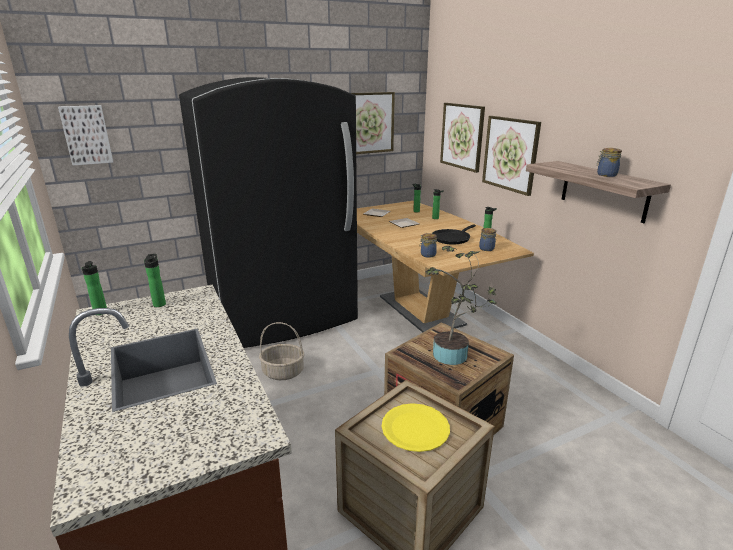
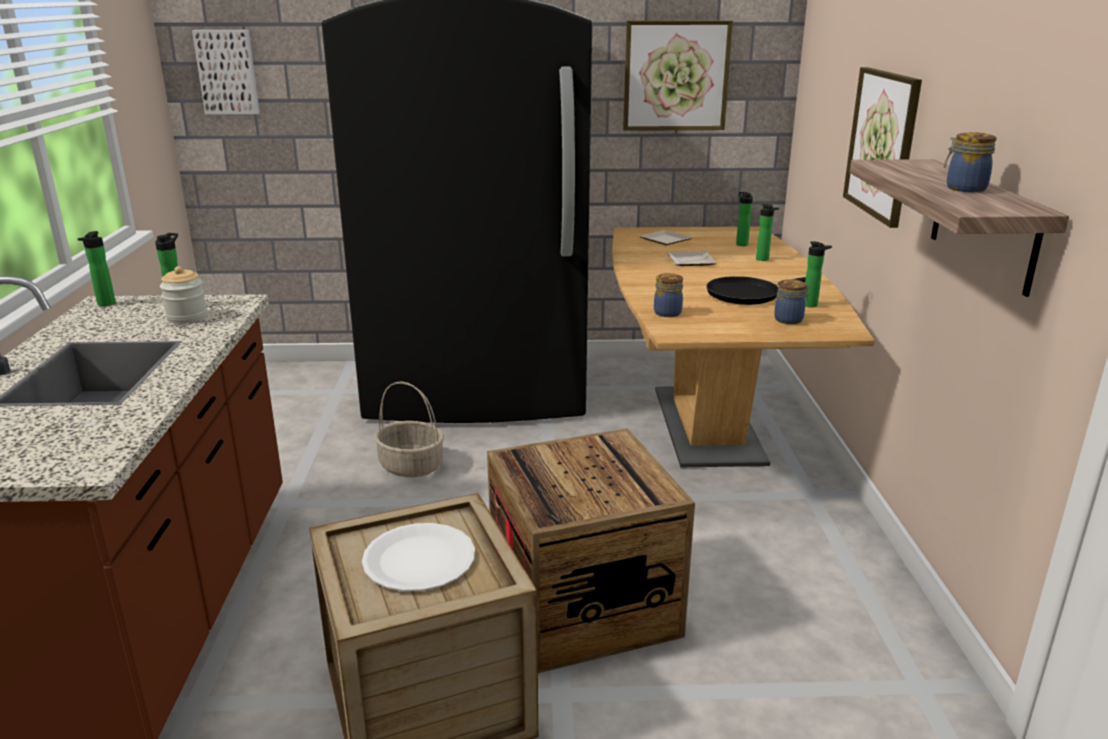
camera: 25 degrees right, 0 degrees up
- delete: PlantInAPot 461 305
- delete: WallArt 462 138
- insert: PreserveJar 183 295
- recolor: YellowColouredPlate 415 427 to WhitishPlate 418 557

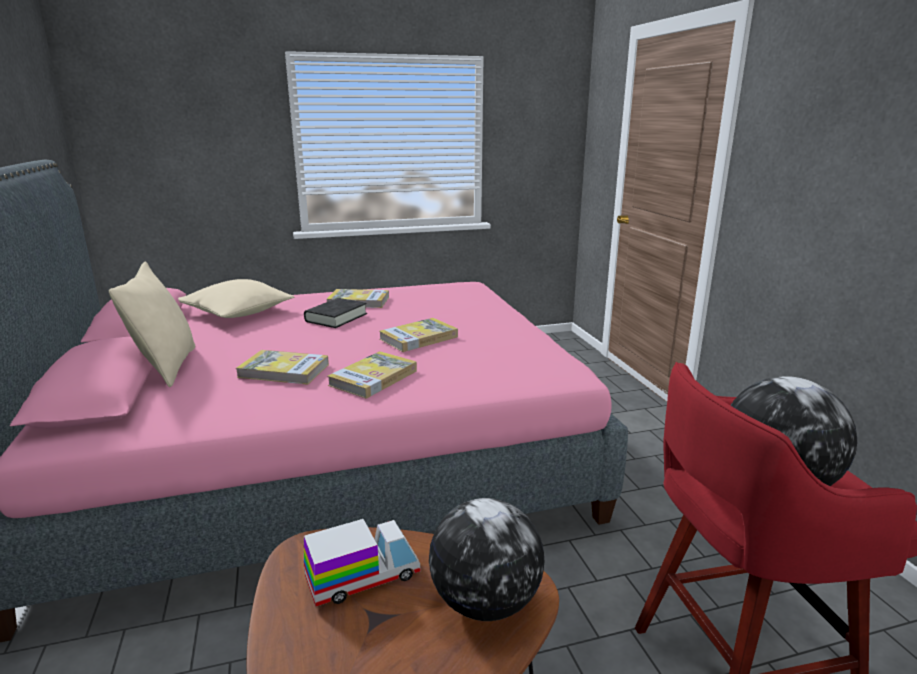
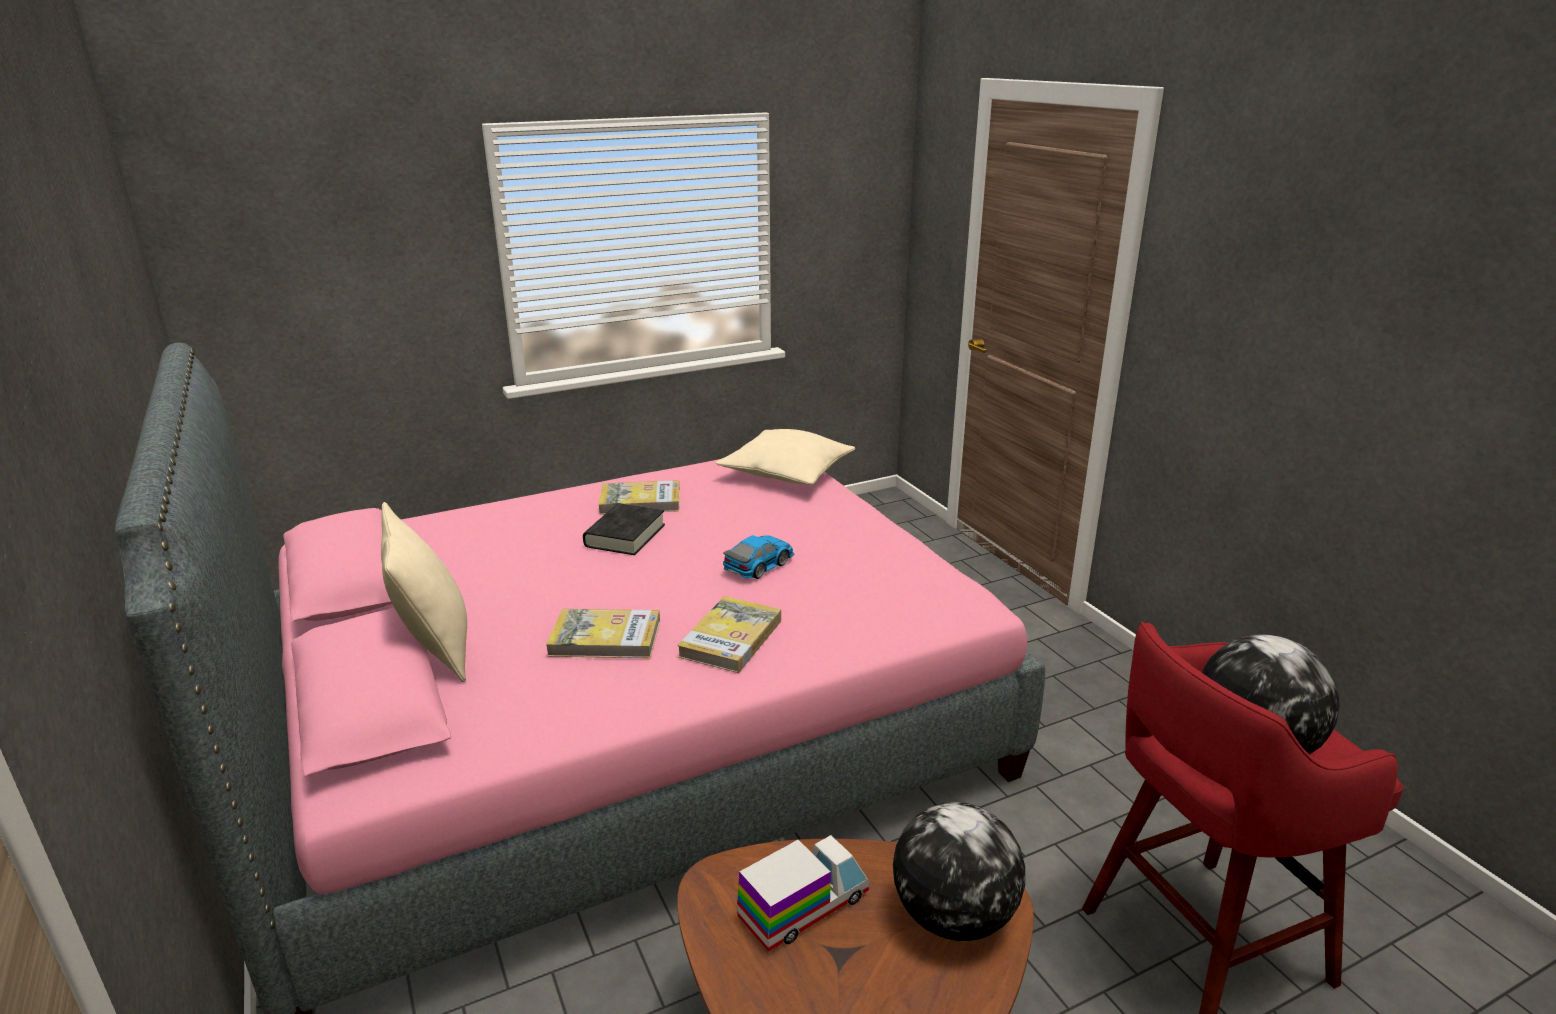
camera: 10 degrees left, 5 degrees up
- move: BeigeThrowPillow 236 298 to 785 457
- replace: Volume 418 335 to ModelCar 758 557

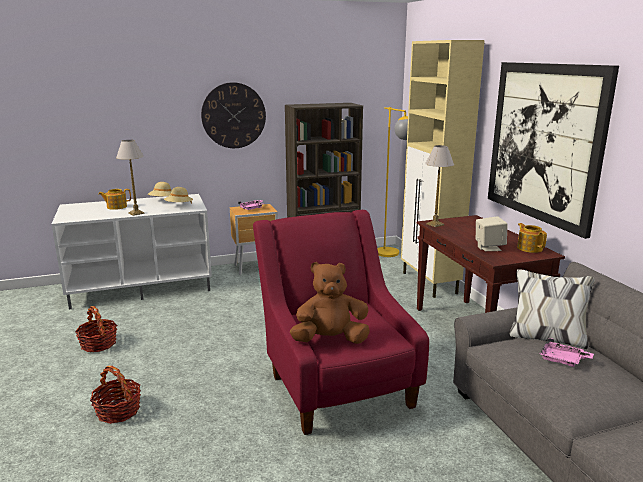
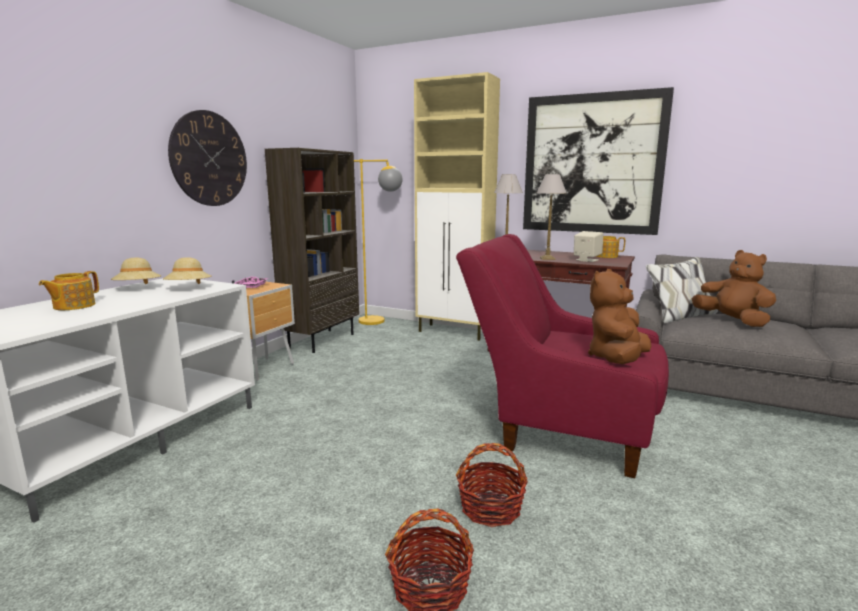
camera: 45 degrees left, 5 degrees down
- move: Basket 96 329 to 492 485
- move: TabletopLamp 130 178 to 551 217
- replace: PinkColouredCarryingTray 567 352 to BrownColouredCuddlyToy 734 288

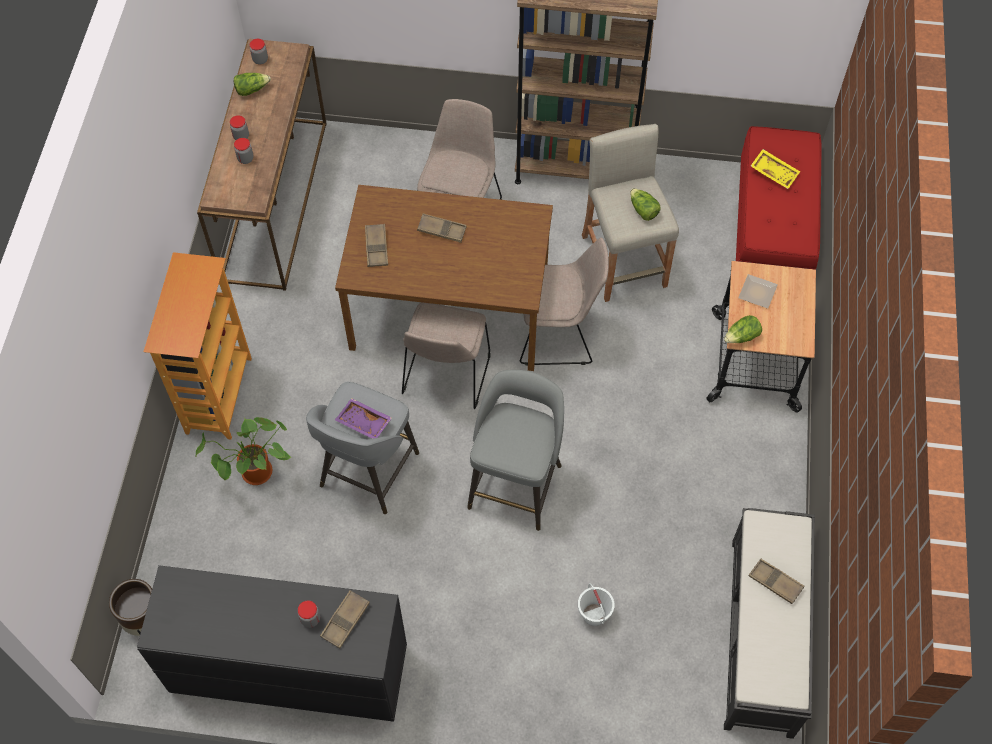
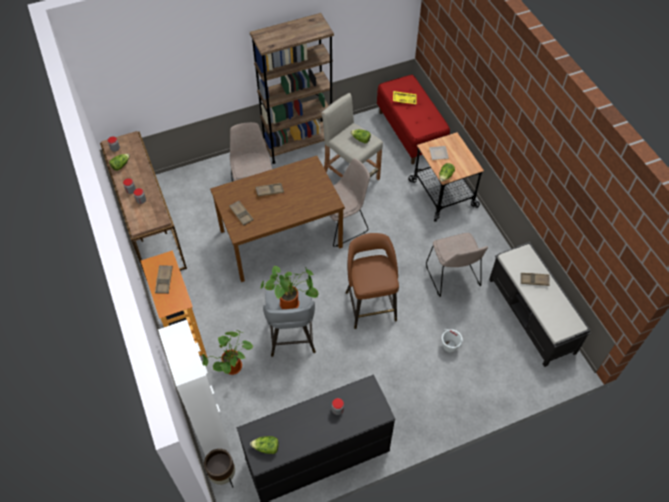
camera: 30 degrees left, 5 degrees down
- insert: WhitishCabinet 194 388
- insert: HeadOfLettuce 264 445
- move: BrownColouredCarryingTray 345 619 to 164 279
- move: BeigeChair 446 355 to 457 265
- replace: PurplishCarryingTray 363 418 to PlantInAPot 289 287
- recolor: GreyStoolSeat 515 450 to BrownColouredStoolSeat 372 281

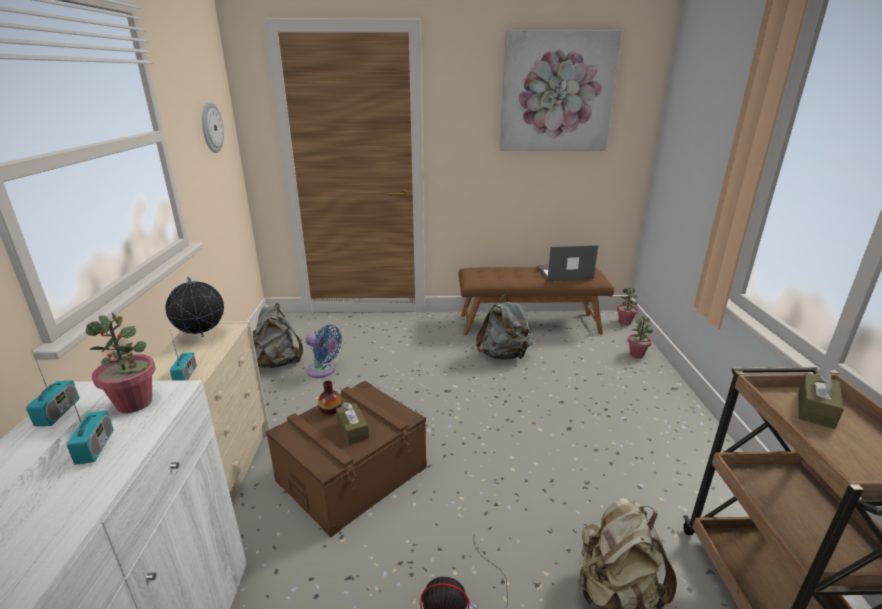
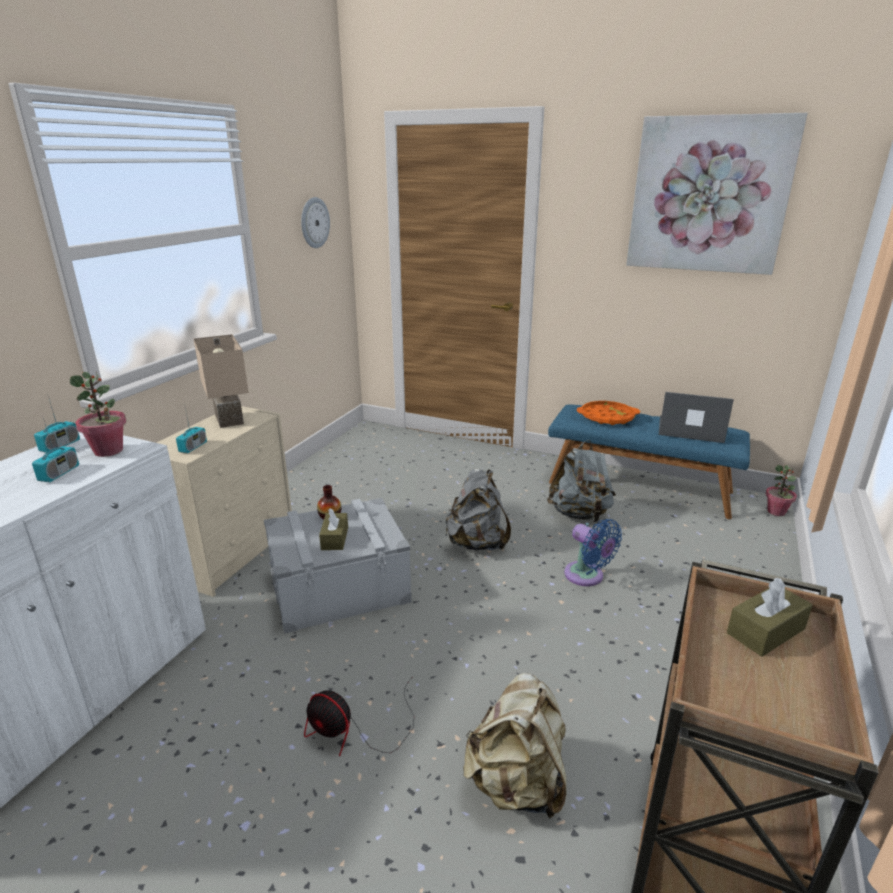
camera: 25 degrees right, 0 degrees up
- delete: PlantInAPot 640 337
- insert: OrangeCarryingTray 608 413
- move: GreyKnapsack 278 335 to 478 509
- move: BluishElectricFan 323 351 to 593 552
- replace: WorldGlobe 194 307 to BeigeTabletopLamp 221 381
- recolor: BrownColouredStorageContainer 346 459 to GreyStorageContainer 338 566
- recolor: BrownColouredIndoorBench 536 301 to BluishIndoorBench 649 461

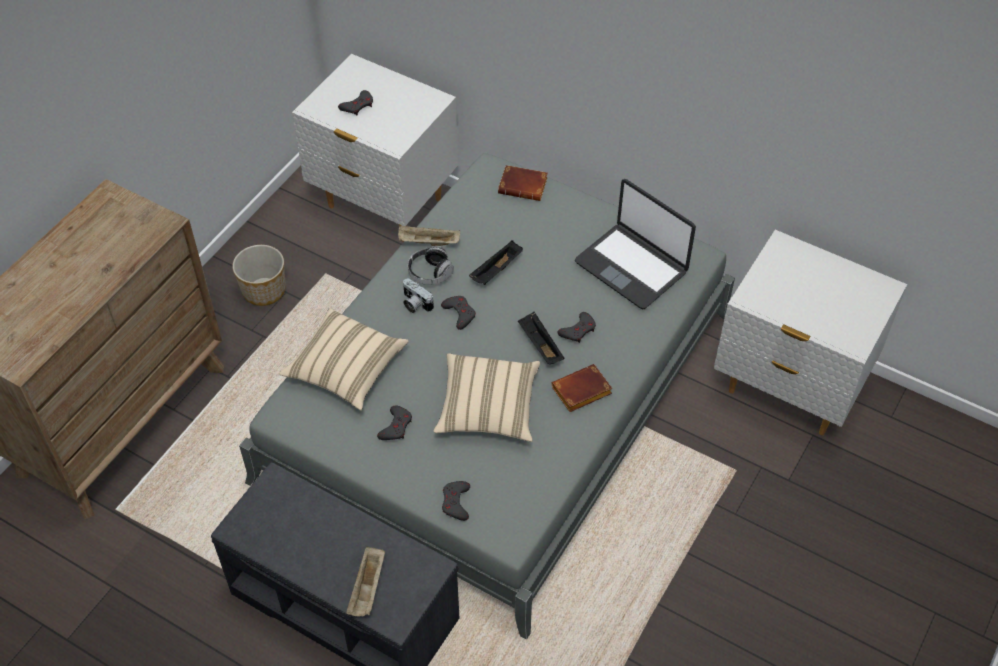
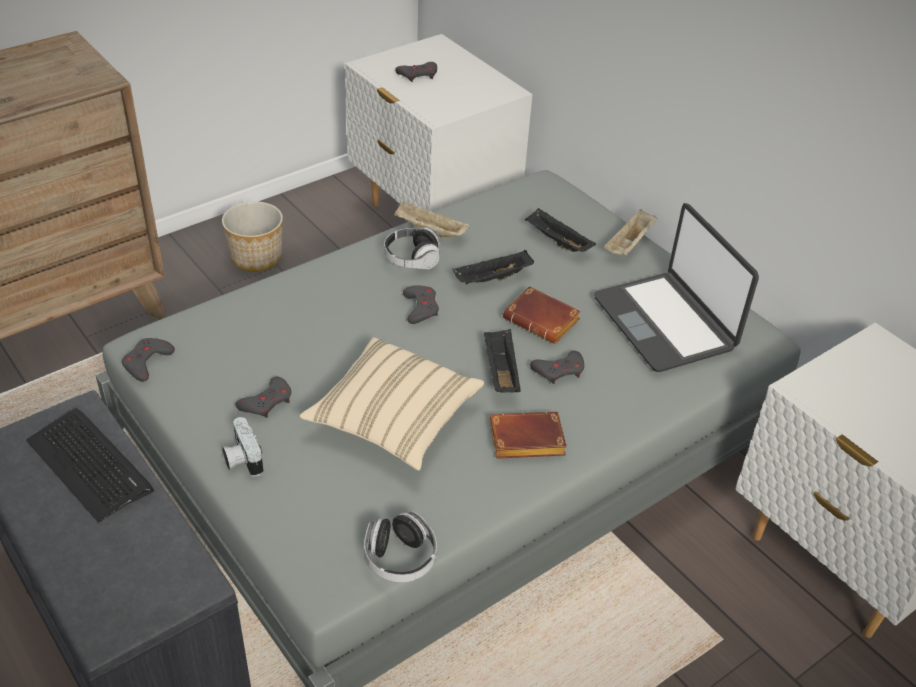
camera: 20 degrees right, 10 degrees down
- delete: BeigeThrowPillow 344 359
- insert: PcKeyboard 90 465
- insert: Headset 400 546
- insert: BlackColouredCarryingTray 560 230
- move: BeigeCarryingTray 365 581 to 630 232
- move: PhotoCamera 418 296 to 243 447
- move: GreyJoypad 456 501 to 148 360
- move: BrownColouredVolume 523 183 to 542 315

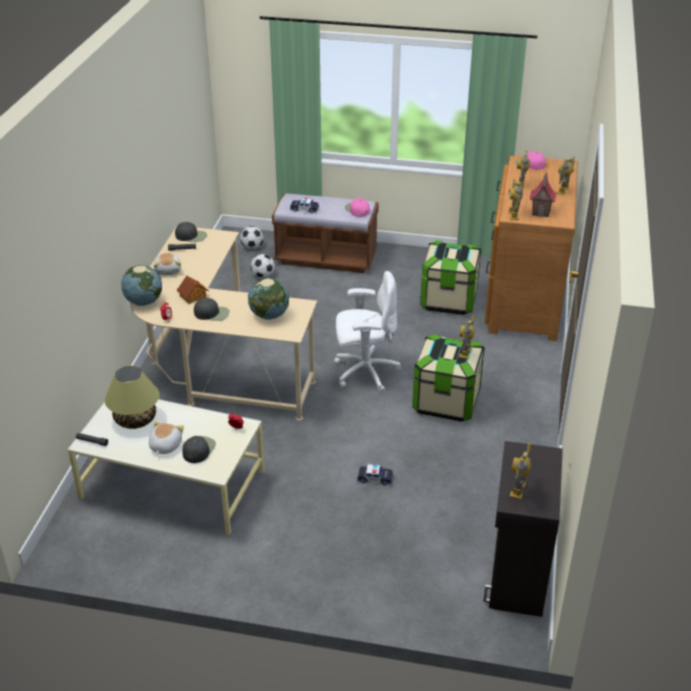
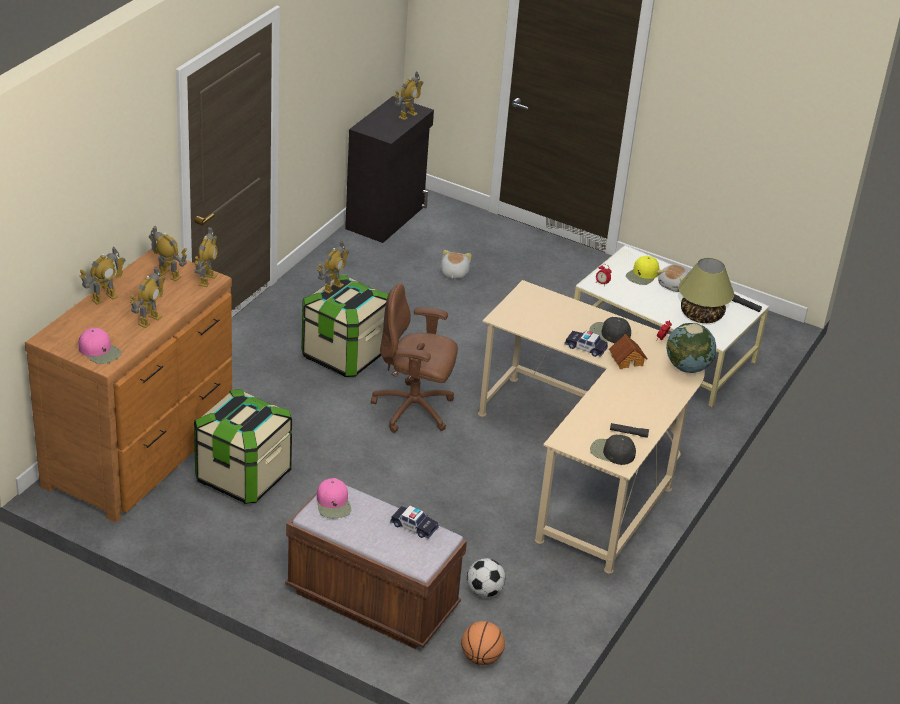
camera: 165 degrees left, 0 degrees up
- delete: WorldGlobe 268 299
- move: CuddlyToy 167 264 to 456 264
- move: ModelCar 375 474 to 586 344
- replace: Football 252 237 to BasketballBall 483 643
- replace: ToyHouse 543 194 to ToyRobot 168 253
- recolor: BlackColouredPeakedCap 199 449 to YellowColouredPeakedCap 642 270
- recolor: WhitishComputerChair 367 331 to BrownColouredComputerChair 414 358

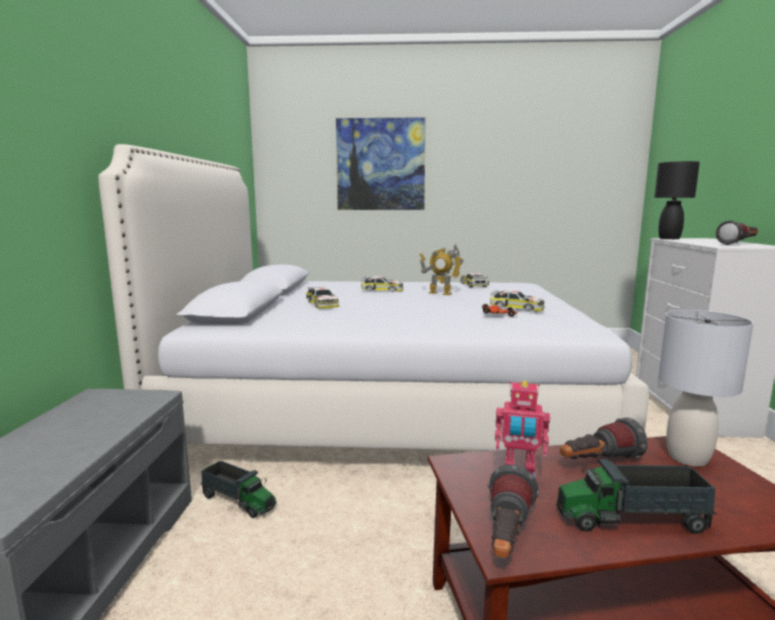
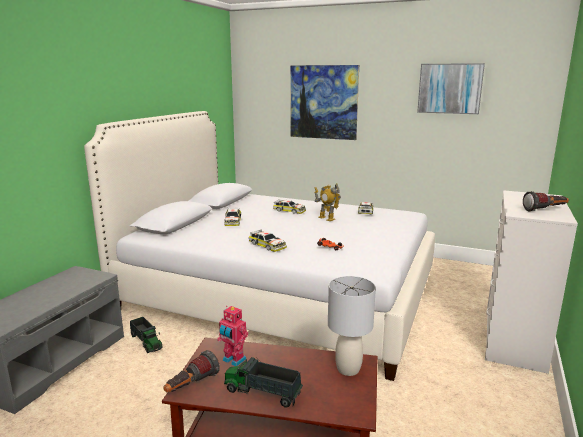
camera: 20 degrees right, 5 degrees up
- delete: HandTorch 604 438
- delete: BlackColouredTabletopLamp 677 200
- insert: WallArt 451 88
- move: ModelCar 517 300 to 268 240

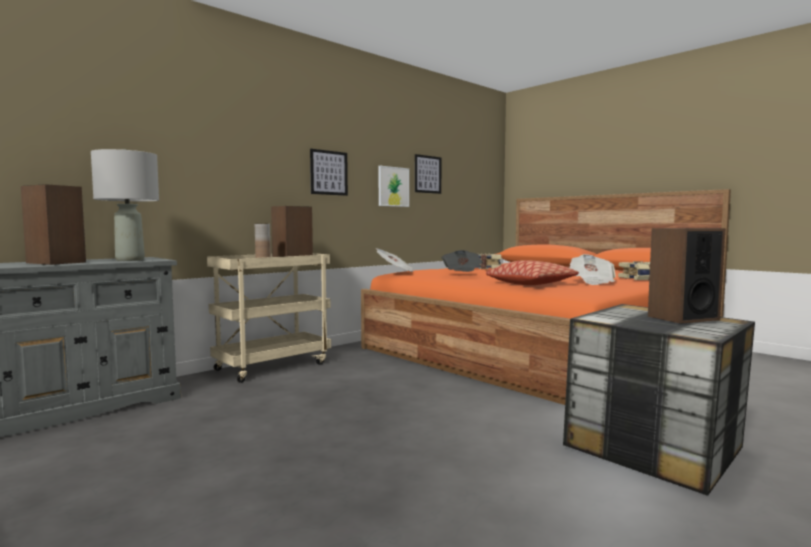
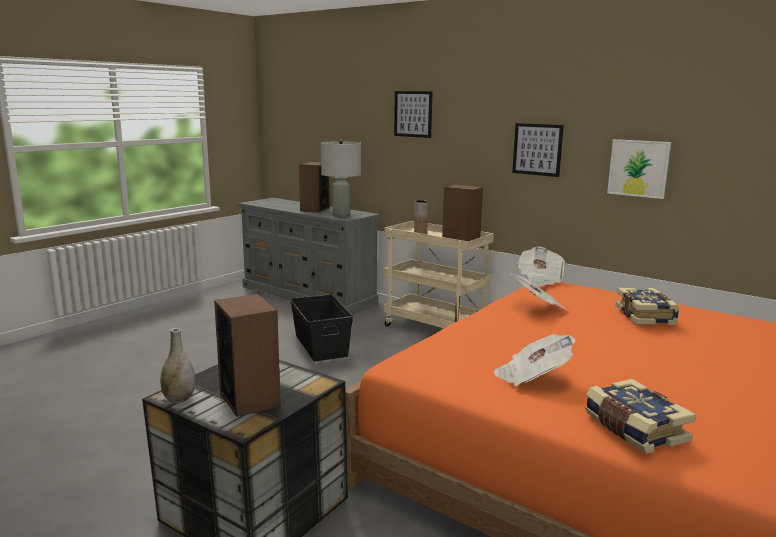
camera: 80 degrees right, 10 degrees up
- delete: ThrowPillow 532 272
- insert: GreyVase 177 365
- insert: BlackColouredStorageContainer 321 327
- move: WallArt 428 174 to 413 114

